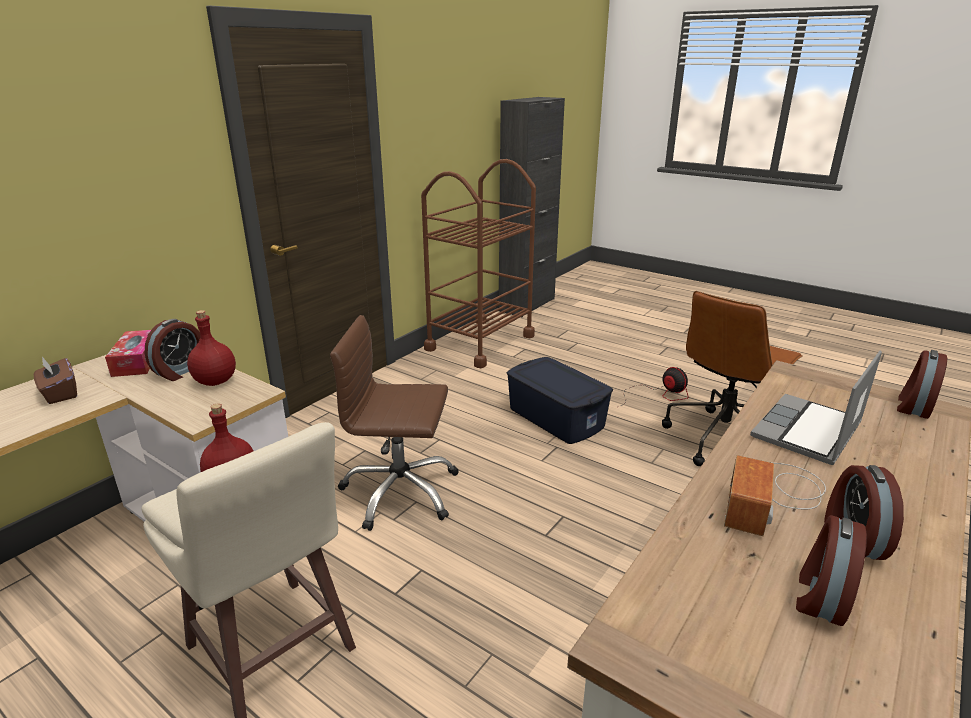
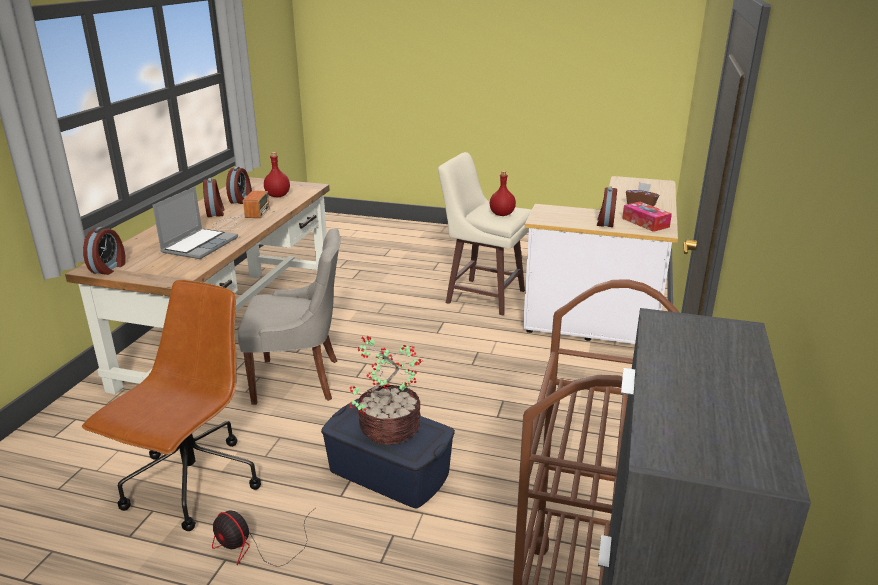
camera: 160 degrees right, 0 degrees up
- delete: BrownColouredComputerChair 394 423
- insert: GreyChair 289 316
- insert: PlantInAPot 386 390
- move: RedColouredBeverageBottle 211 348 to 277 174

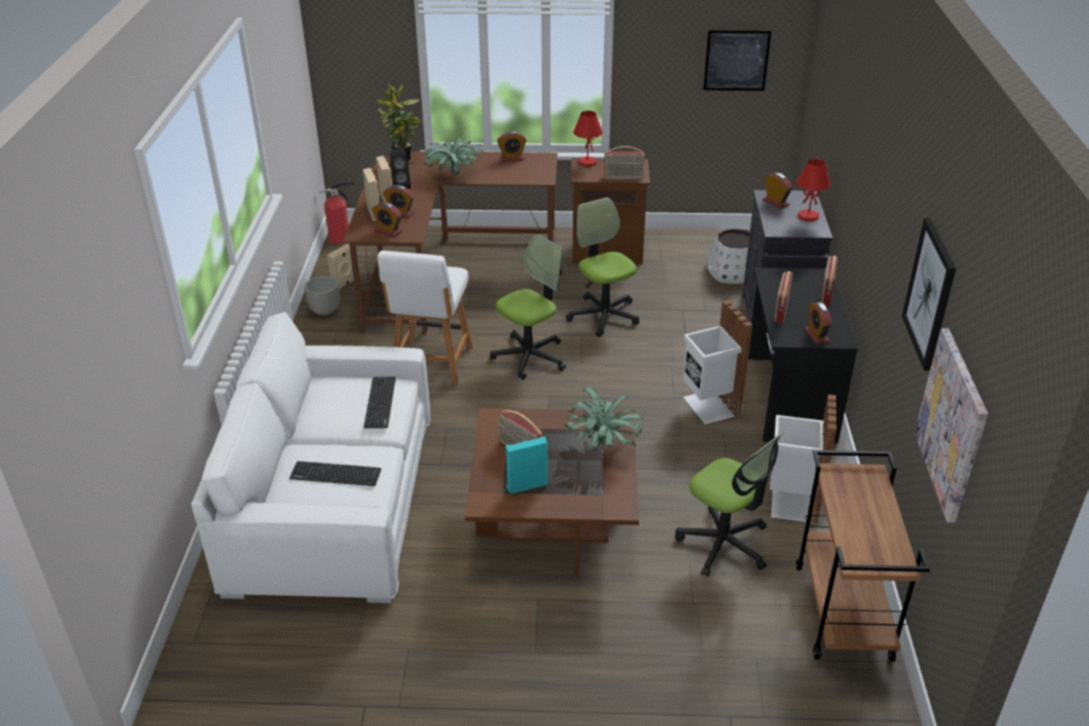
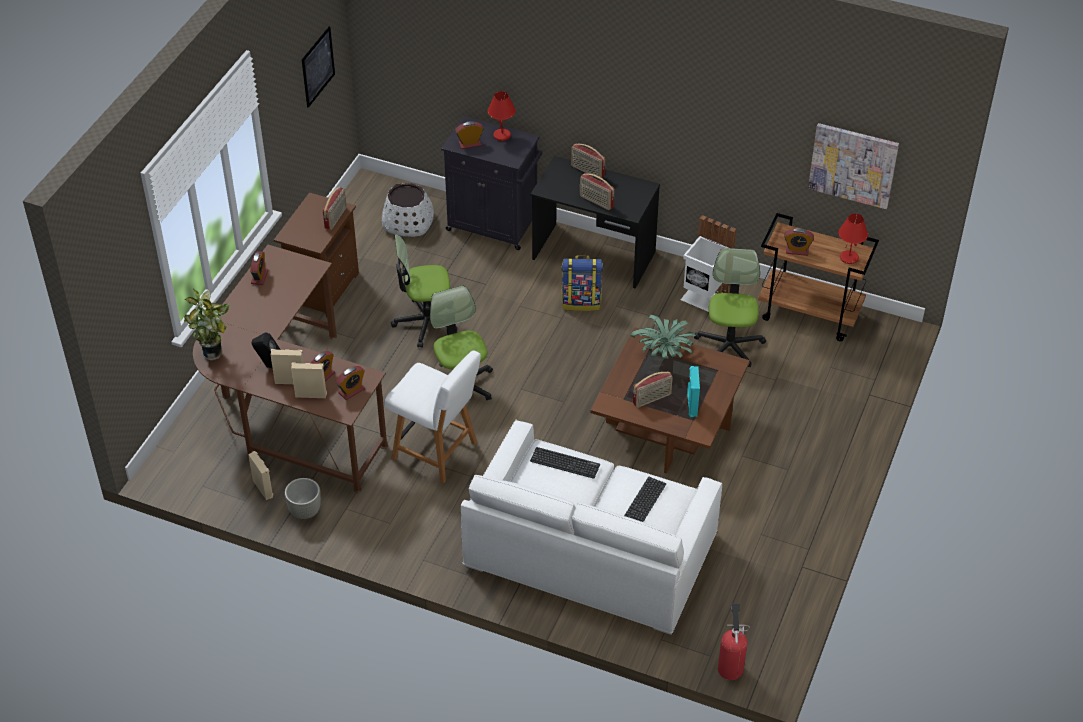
camera: 70 degrees left, 10 degrees up
- delete: PlantInAPot 452 156
- delete: WallArt 929 294
- move: Extinguisher 337 212 to 734 641
- move: RedColouredTabletopLamp 588 138 to 853 238
- move: AlarmClock 818 323 to 799 242
- replace: WhitishTrashCan 718 362 to Knapsack 582 283
- rotate: ComputerChair 729 505 = 730 307 60 degrees counterclockwise

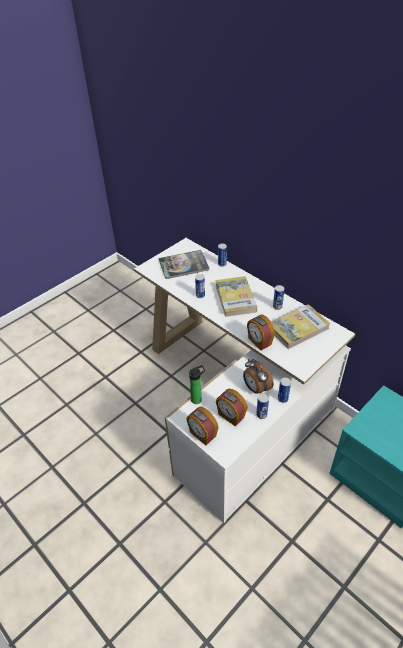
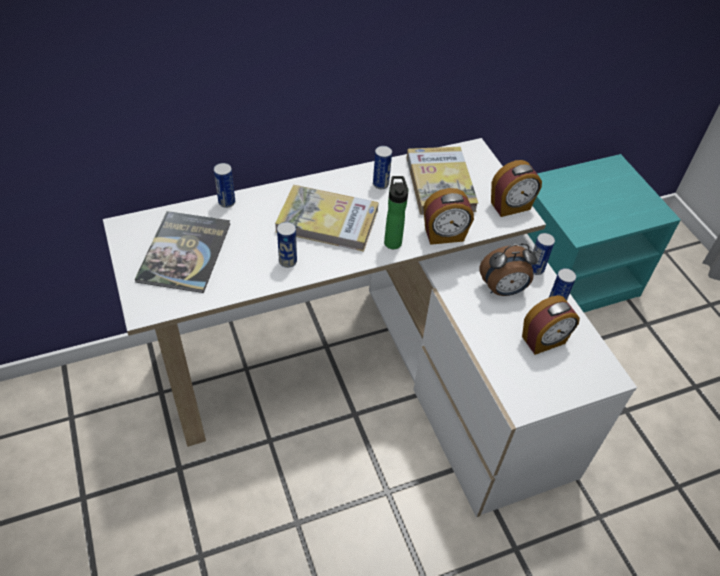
camera: 70 degrees left, 5 degrees up
- move: AlarmClock 202 425 to 516 188
- move: BeverageBottle 197 384 to 396 212

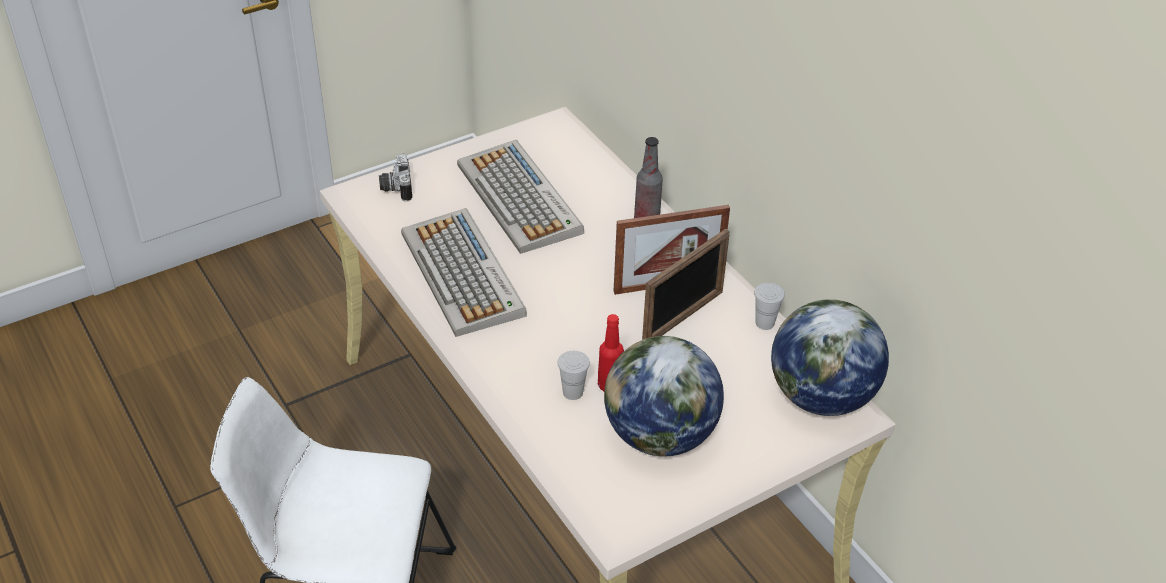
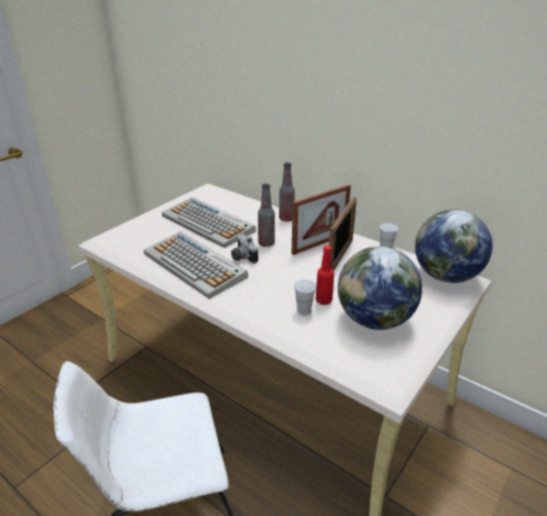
camera: 20 degrees left, 10 degrees down
- insert: BeverageBottle 266 215
- move: PhotoCamera 395 177 to 244 249

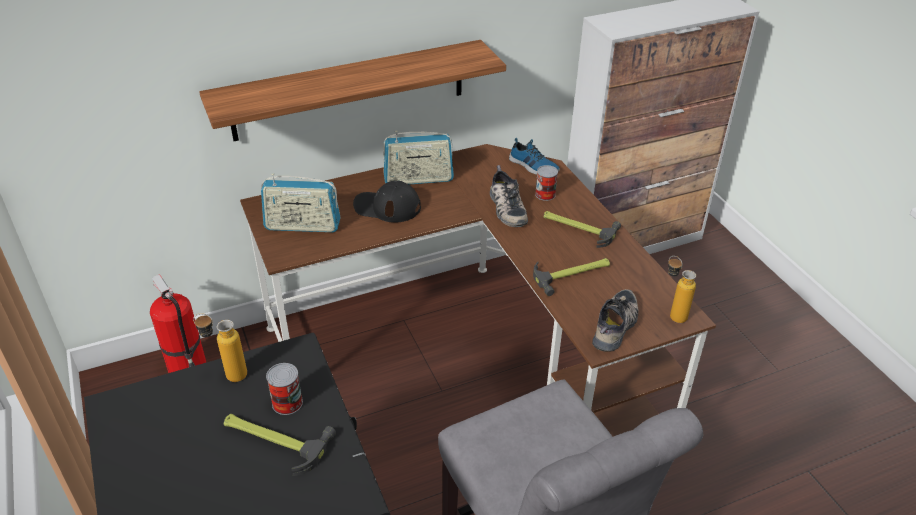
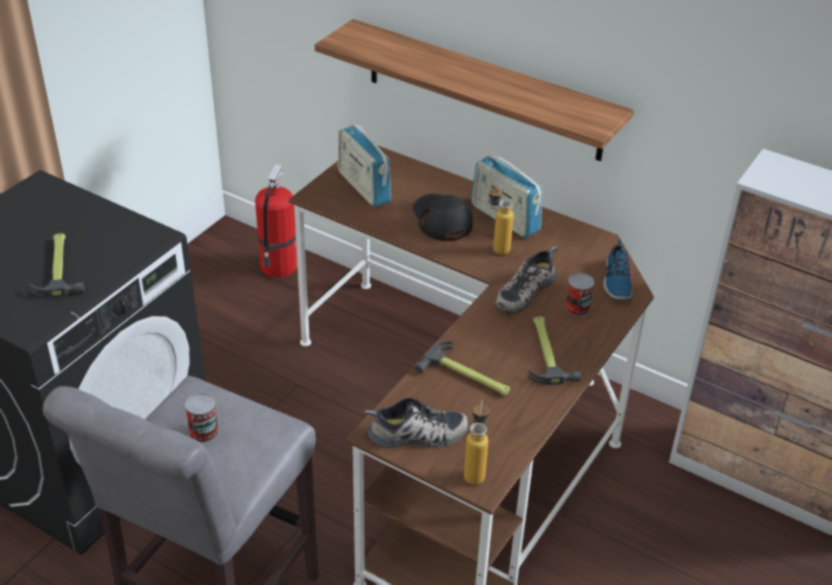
camera: 55 degrees right, 0 degrees up
- move: BeverageBottle 220 347 to 501 219
- move: SealedCan 284 389 to 202 418

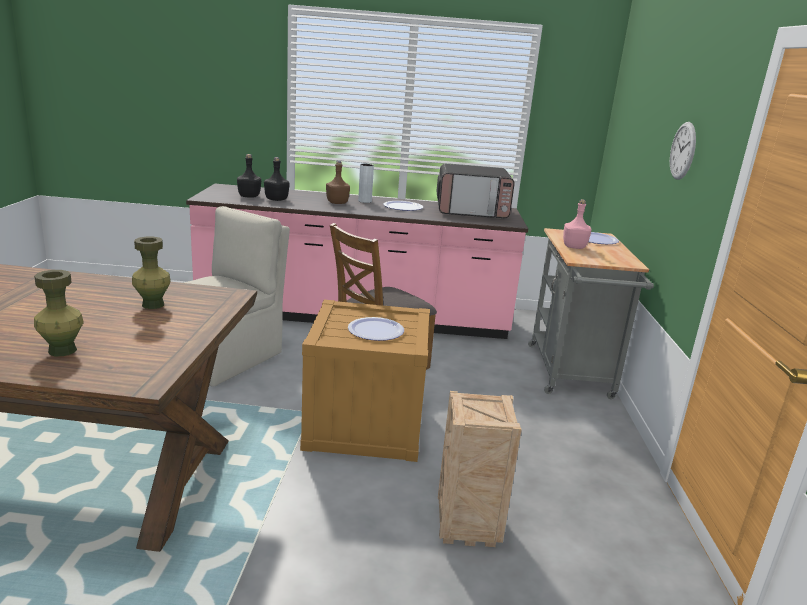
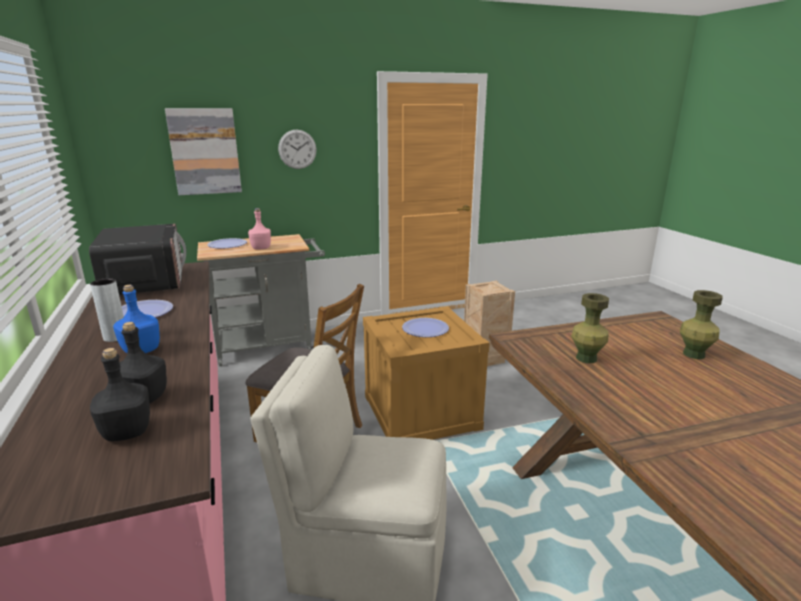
camera: 110 degrees left, 0 degrees up
- insert: WallArt 203 151
- recolor: BrownColouredBeverageBottle 338 182 to BluishBeverageBottle 136 319

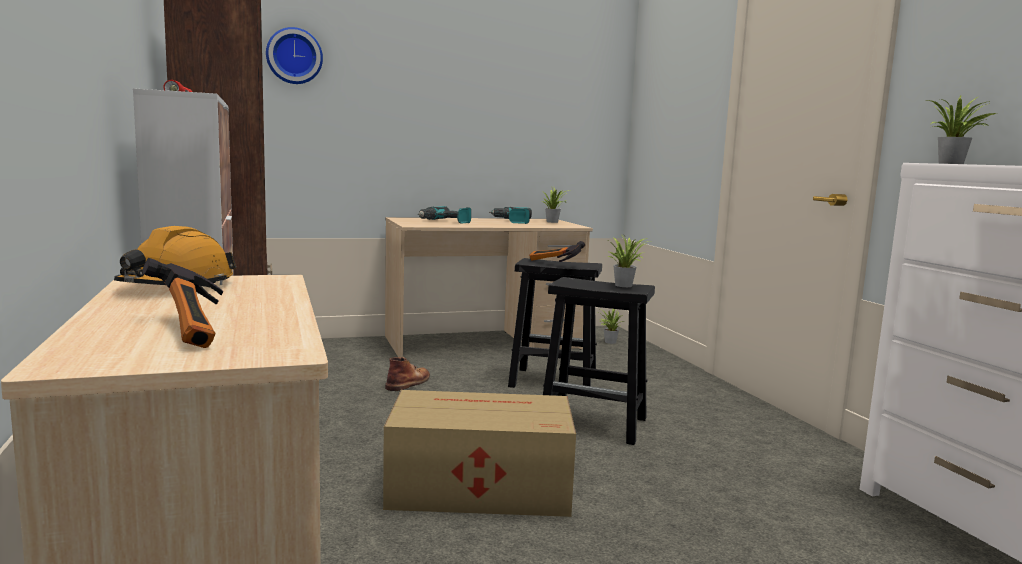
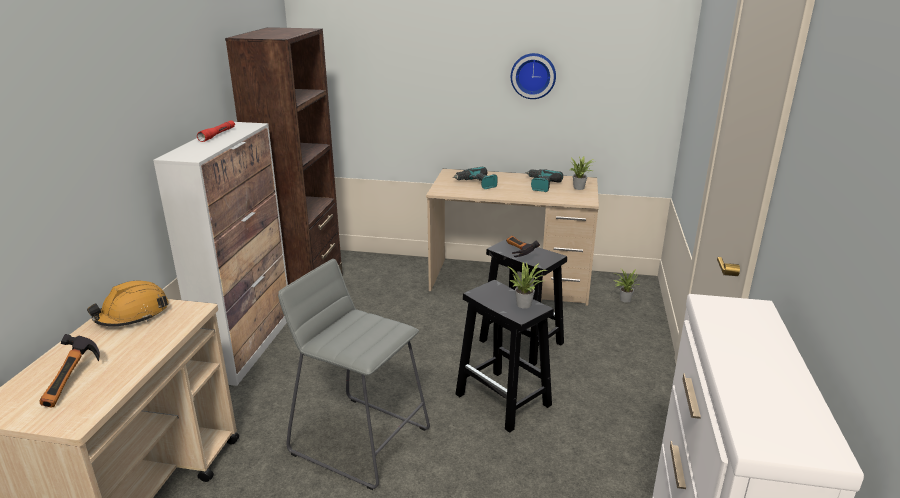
camera: 30 degrees right, 15 degrees up
- delete: BrownColouredHighTopBoot 407 374
- delete: PlantInAPot 961 130
- move: ClockOnTheWall 294 55 to 533 76
- replace: Carton 479 453 to GreyStoolSeat 354 374

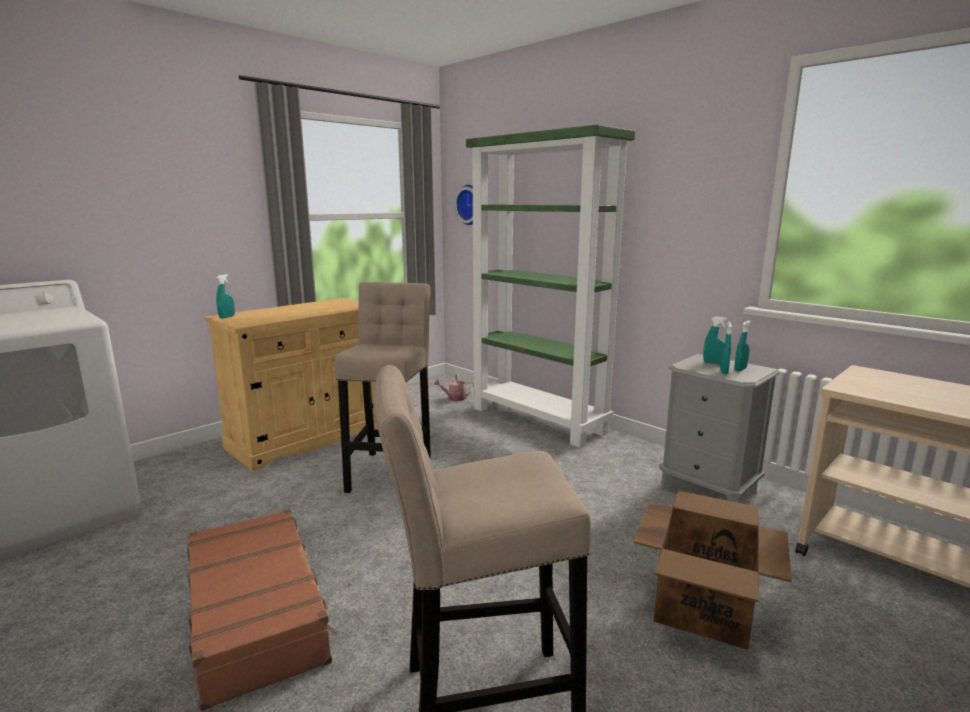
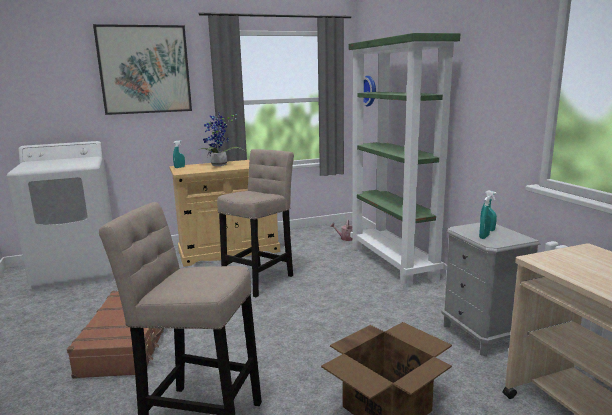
camera: 25 degrees right, 0 degrees up
- delete: TurquoiseColouredSprayer 742 345
- insert: WallArt 142 69
- insert: PlantInAPot 221 140

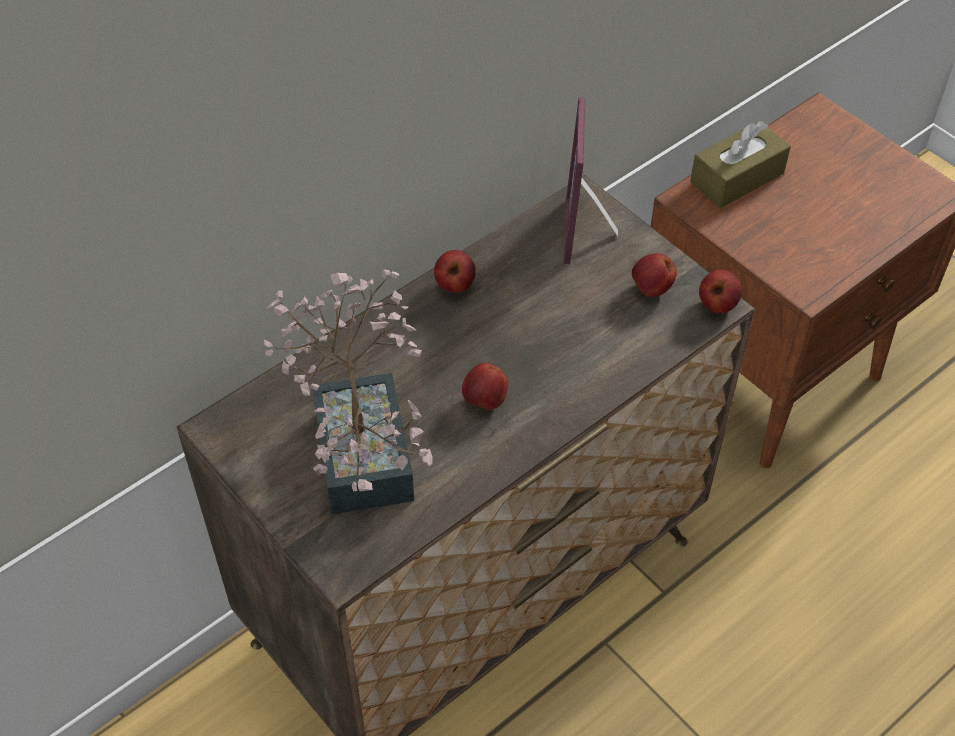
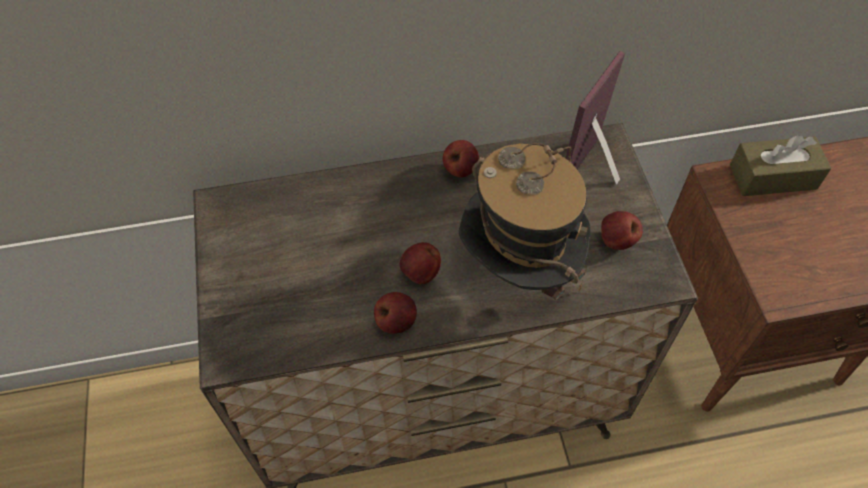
camera: 30 degrees right, 5 degrees up
- delete: PlantInAPot 348 392
- insert: ClothingHat 524 221
- move: Apple 720 291 to 395 313

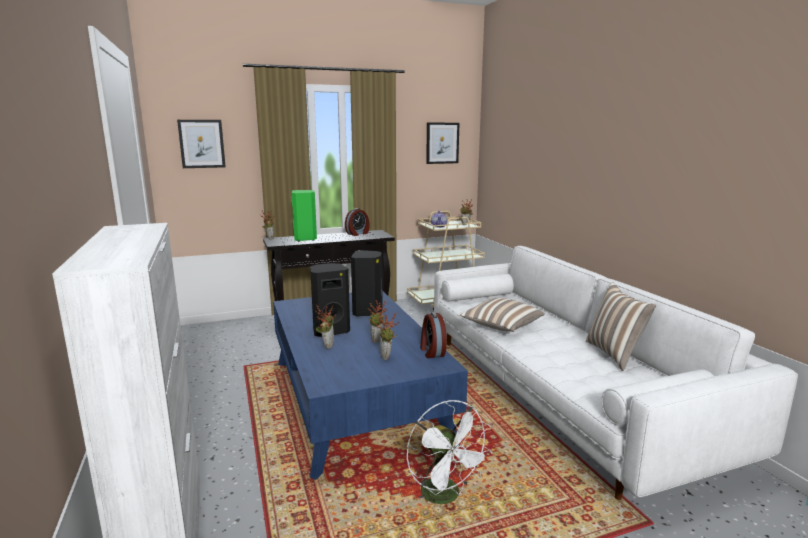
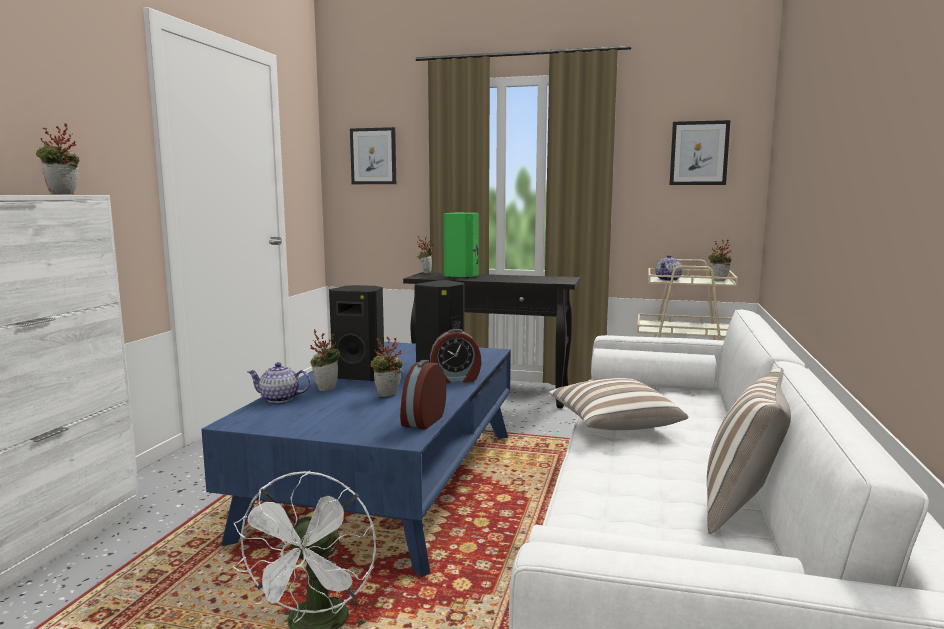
camera: 35 degrees right, 5 degrees down
- insert: PotForTea 279 382
- move: AlarmClock 357 222 to 455 356
- move: PlantInAPot 387 336 to 58 158

